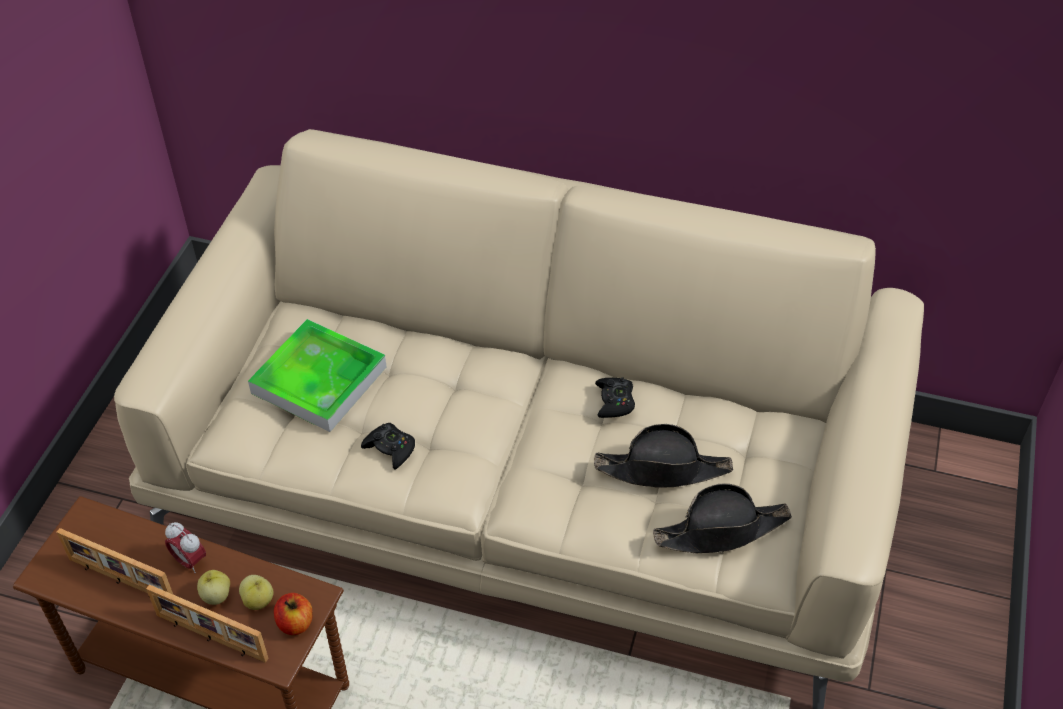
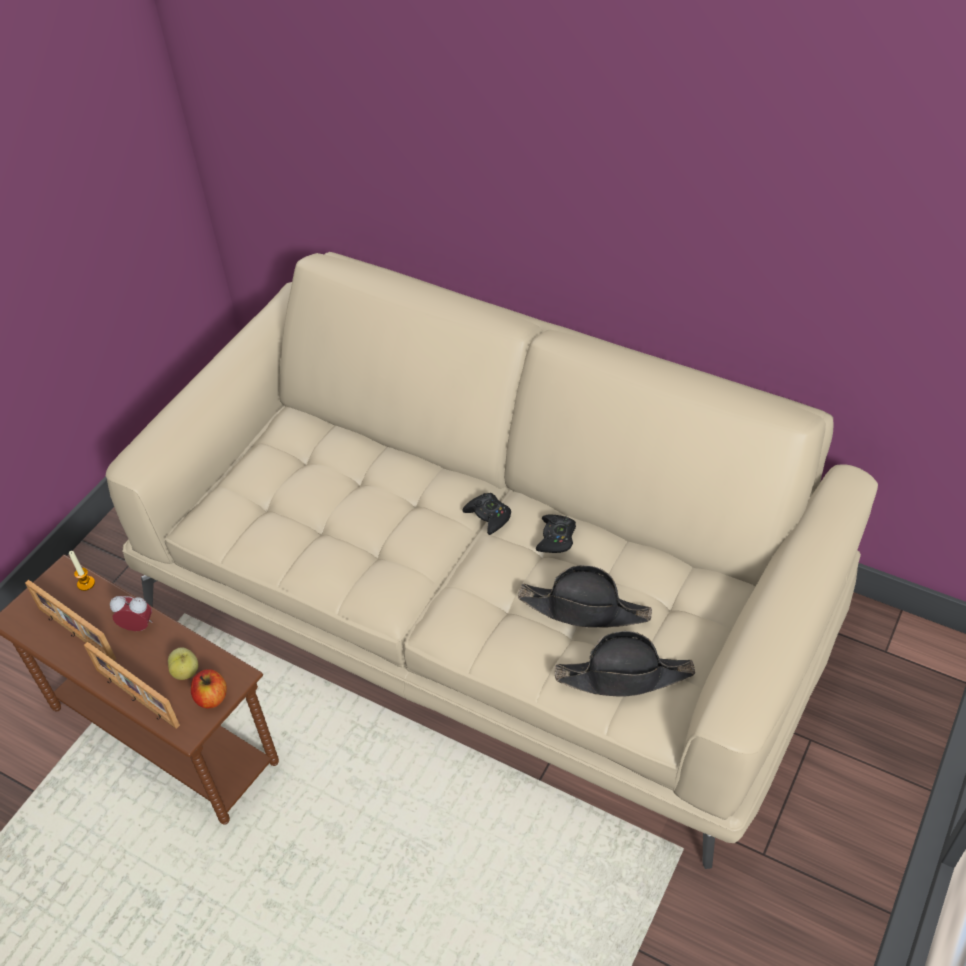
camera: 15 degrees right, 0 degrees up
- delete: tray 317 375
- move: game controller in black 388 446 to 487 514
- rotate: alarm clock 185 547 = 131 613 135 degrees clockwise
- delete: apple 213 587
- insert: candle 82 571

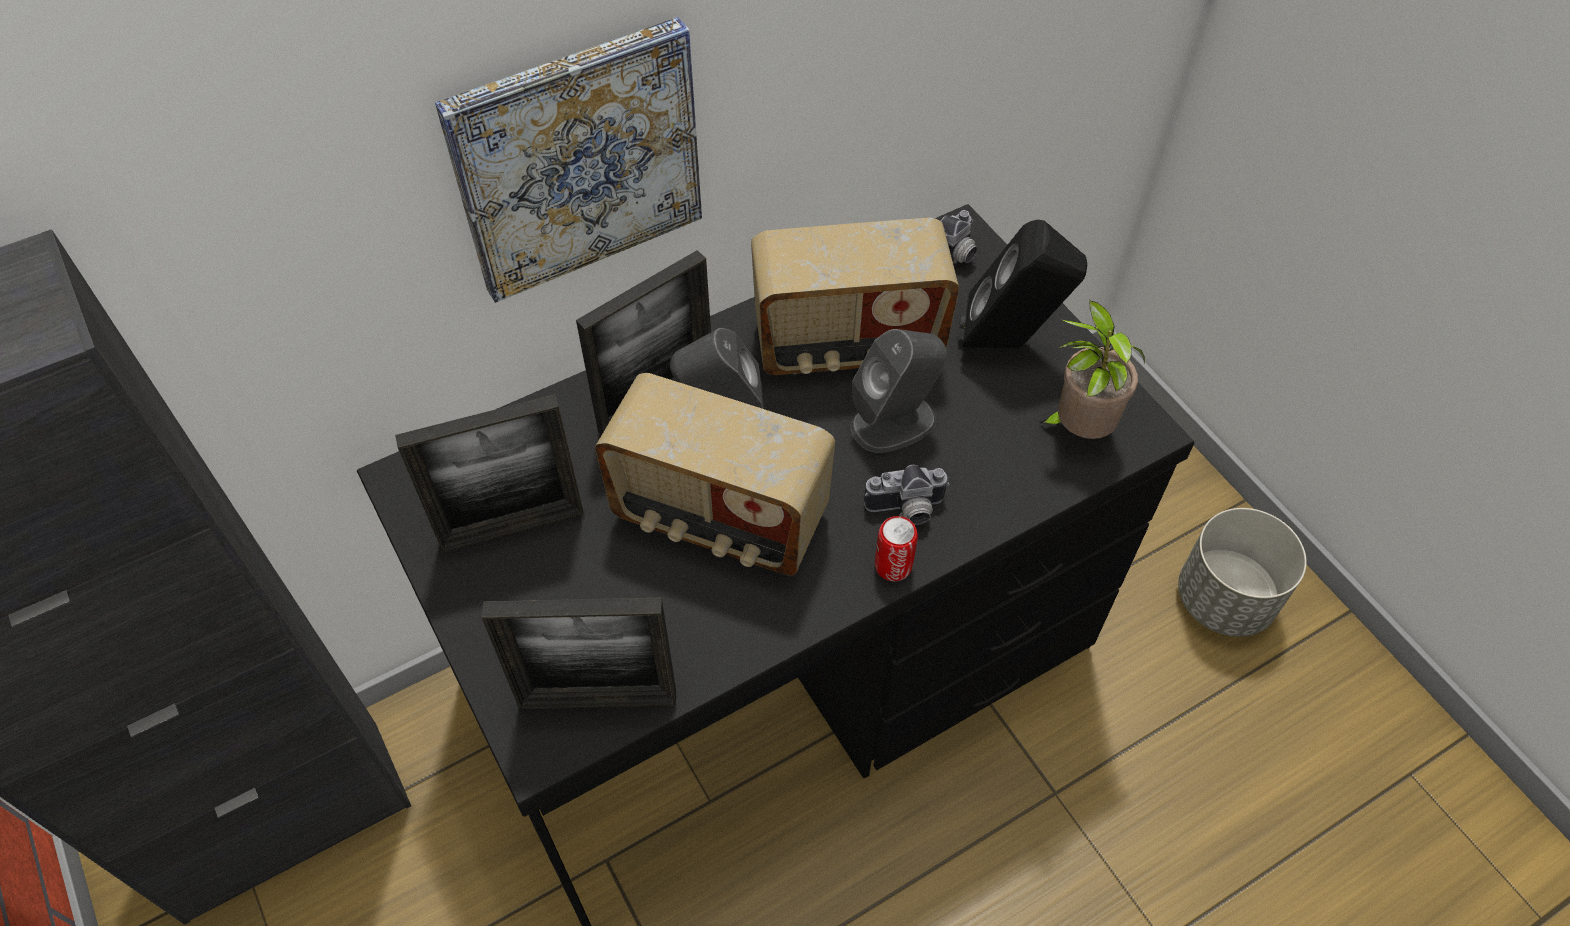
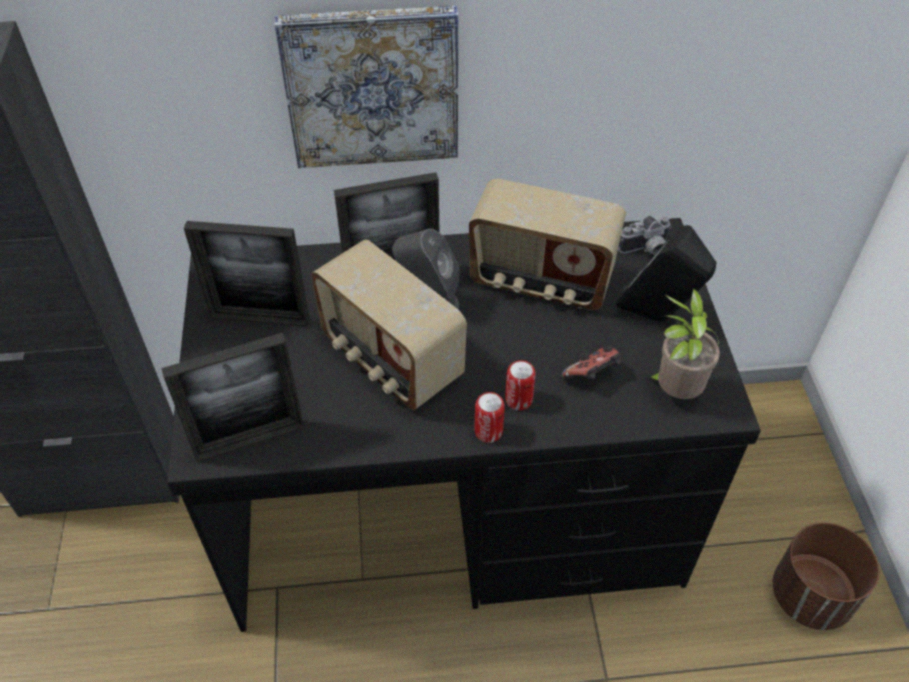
camera: 25 degrees right, 5 degrees down
- delete: speaker in grey 899 391
- replace: photo camera 907 495 to can 520 385
- recolor: planter in grey 1242 572 to planter in brown 826 576
- rotate: picture frame 578 653 = 232 397 45 degrees counterclockwise
- insert: game controller 591 363

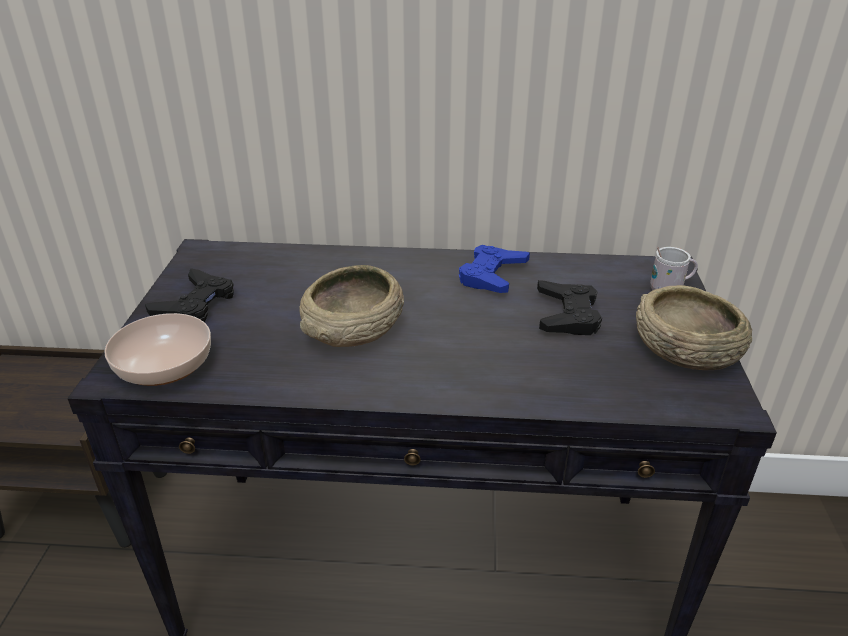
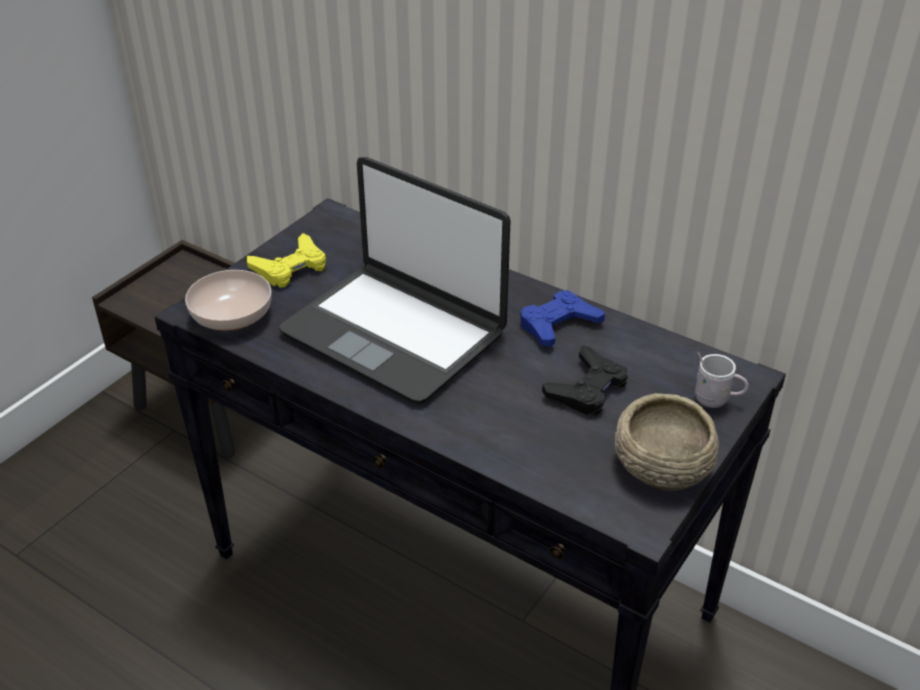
camera: 30 degrees right, 5 degrees up
- replace: bowl in beige 351 306 to laptop 395 280
- recolor: game controller in black 189 295 to game controller in yellow 286 260

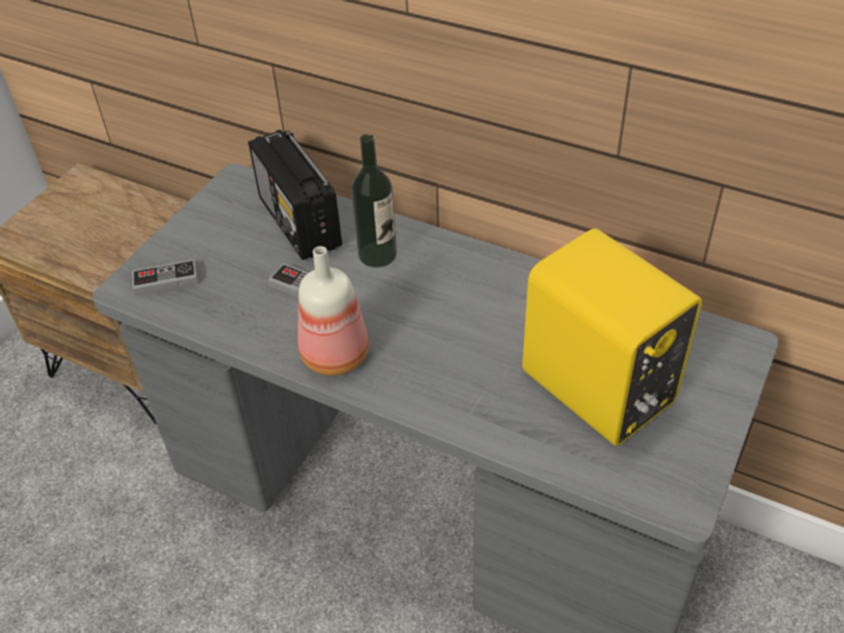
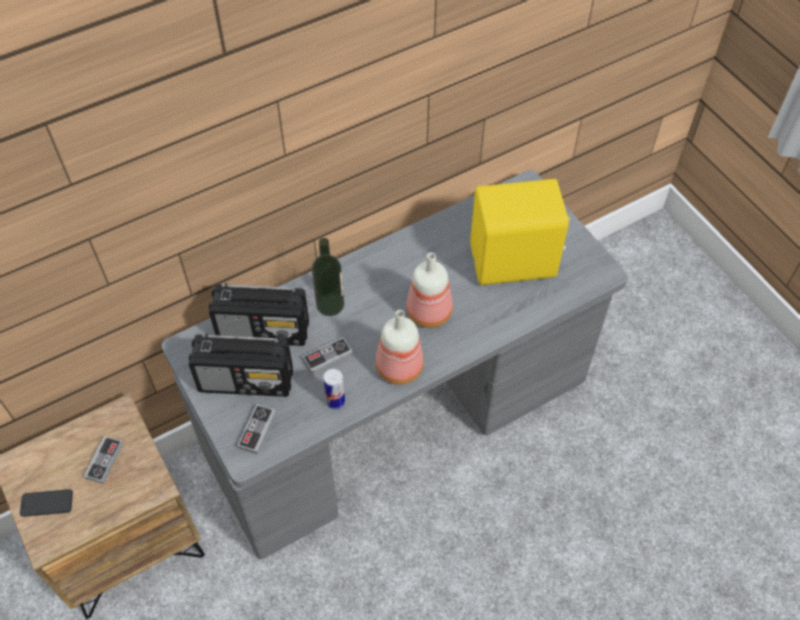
camera: 60 degrees left, 10 degrees up
- insert: bottle 429 290
- insert: radio 241 365
- insert: can 334 389
- insert: game controller 103 460
- insert: phone 46 503

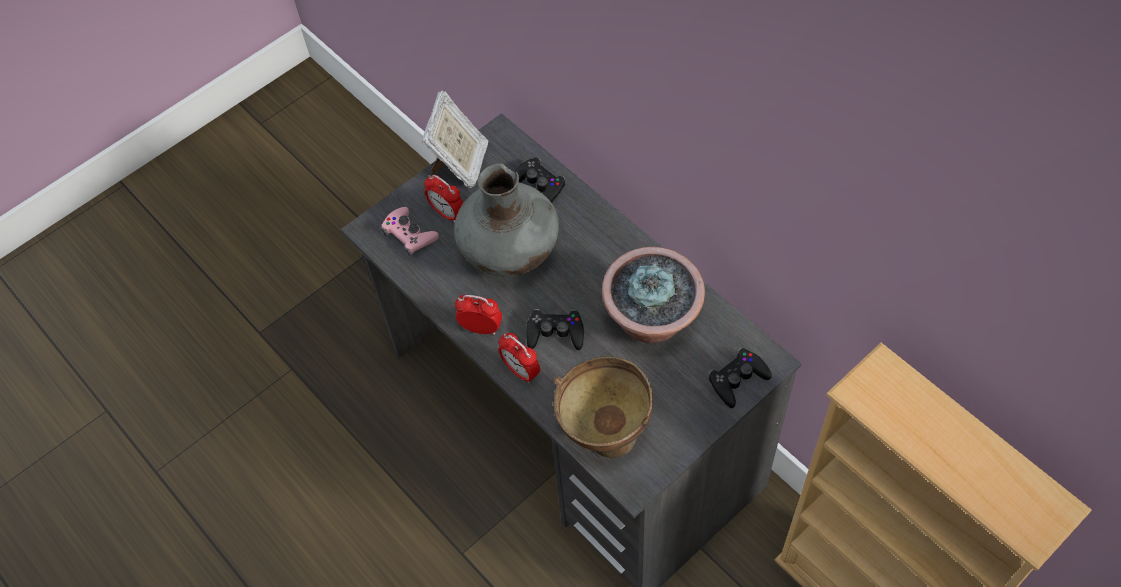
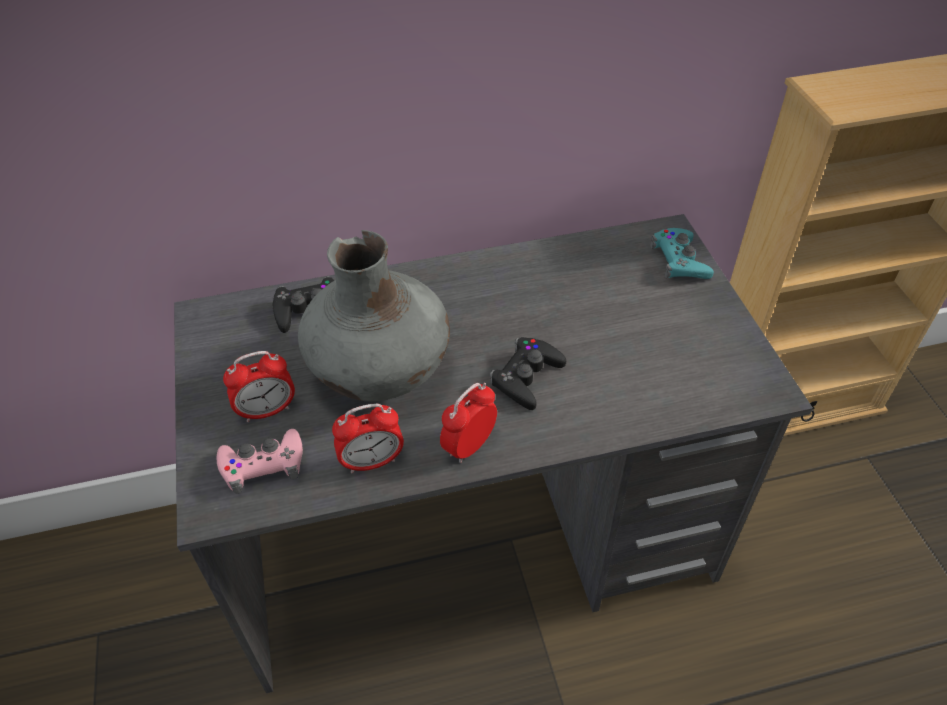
camera: 65 degrees left, 10 degrees down
- delete: picture frame 455 139
- delete: potted plant 653 294
- move: alarm clock 519 358 to 368 438
- recolor: game controller in black 740 378 to game controller in turquoise 682 253
- delete: bowl in brown 603 407

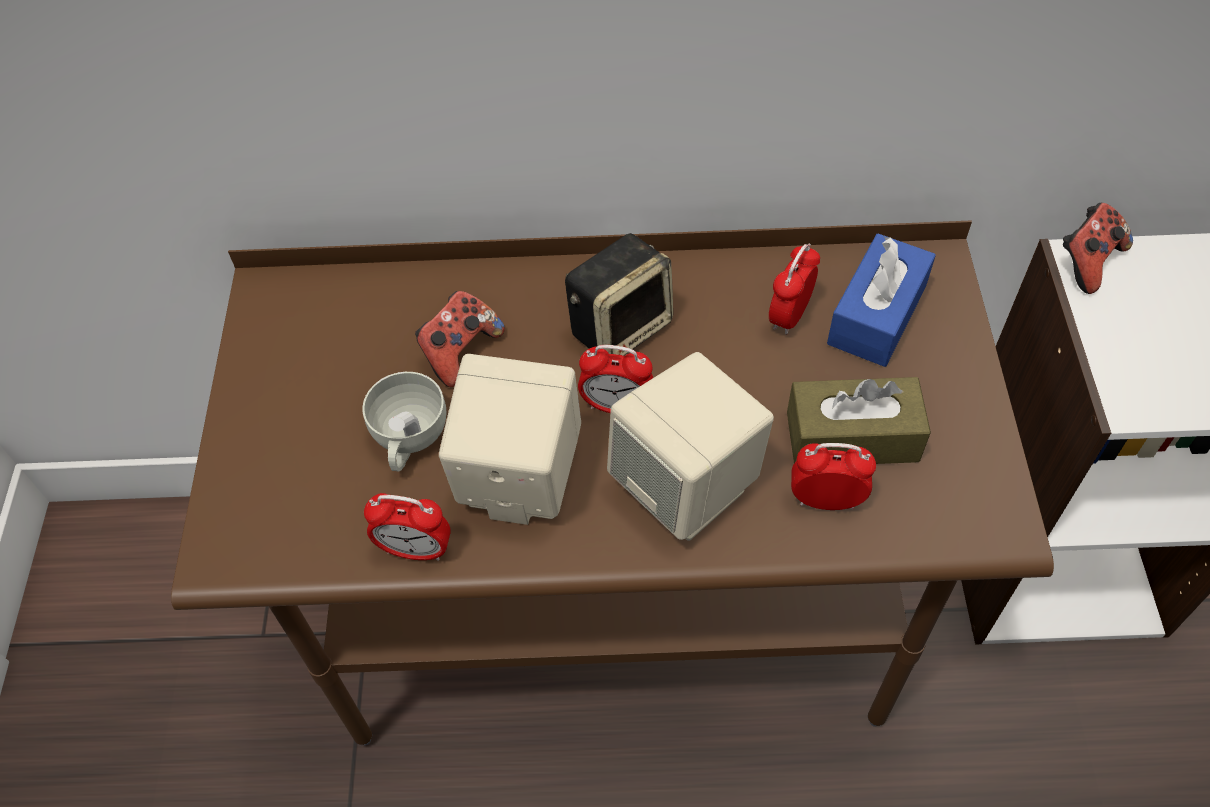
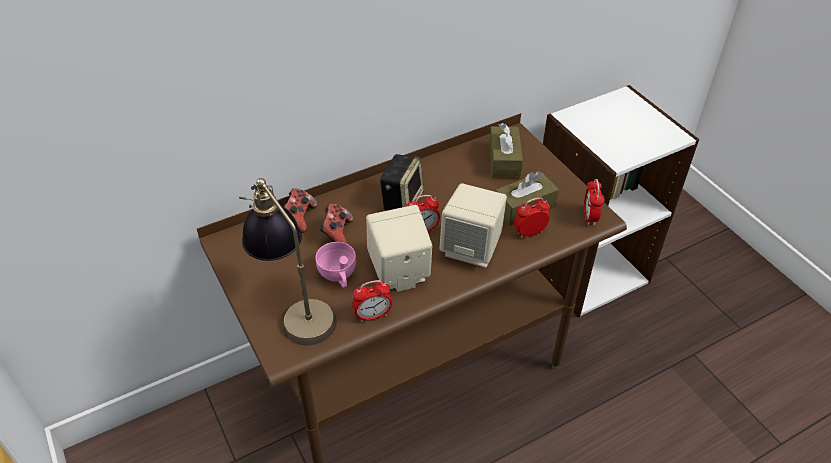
camera: 30 degrees left, 10 degrees down
- move: game controller 1098 248 to 300 210
- recolor: tissue box in blue 881 300 to tissue box in brown 506 150
- move: alarm clock 794 289 to 594 202
- recolor: cup in white 404 421 to cup in pink 335 265
- insert: table lamp 288 261

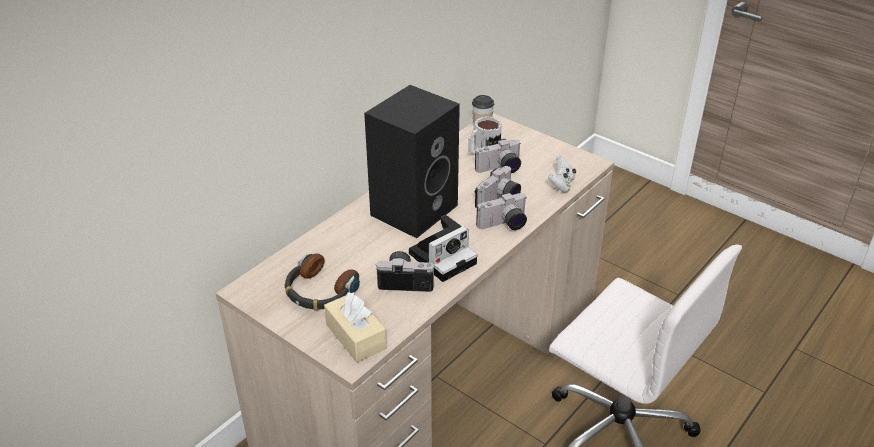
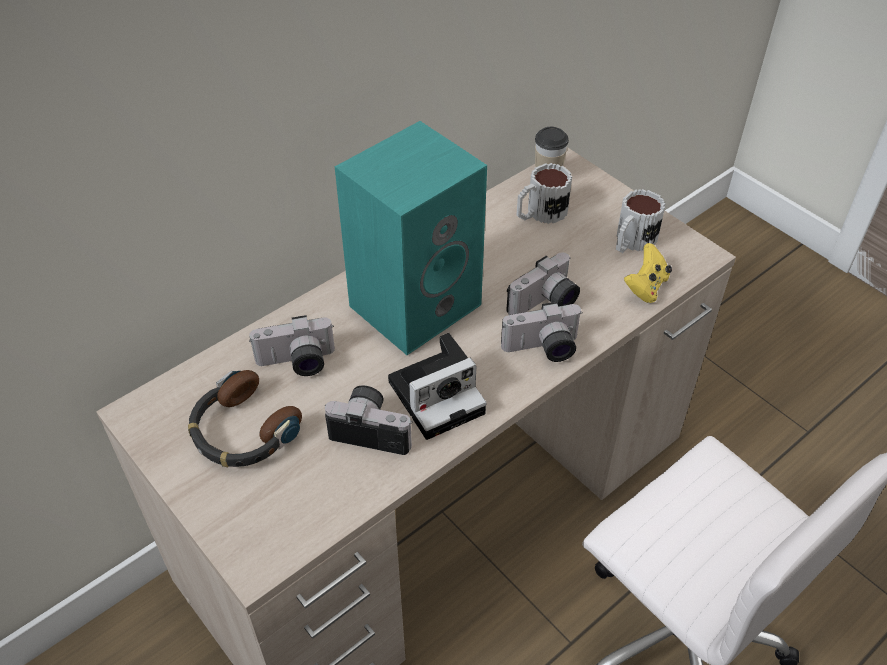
camera: 10 degrees right, 10 degrees up
- recolor: speaker in black 412 161 to speaker in turquoise 411 238
- move: photo camera 498 156 to 292 345
- recolor: game controller in white 562 174 to game controller in yellow 648 273
- delete: tissue box in beige 355 327
- insert: mug 640 221

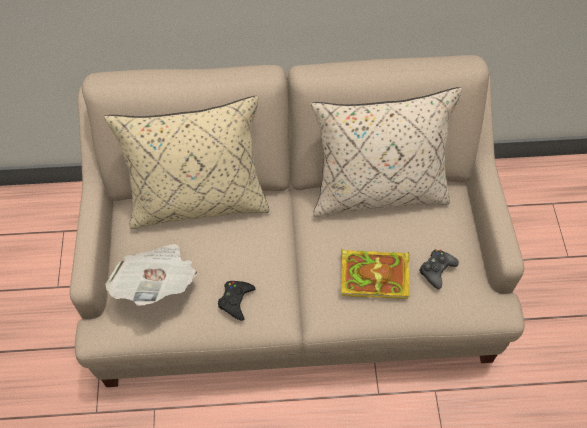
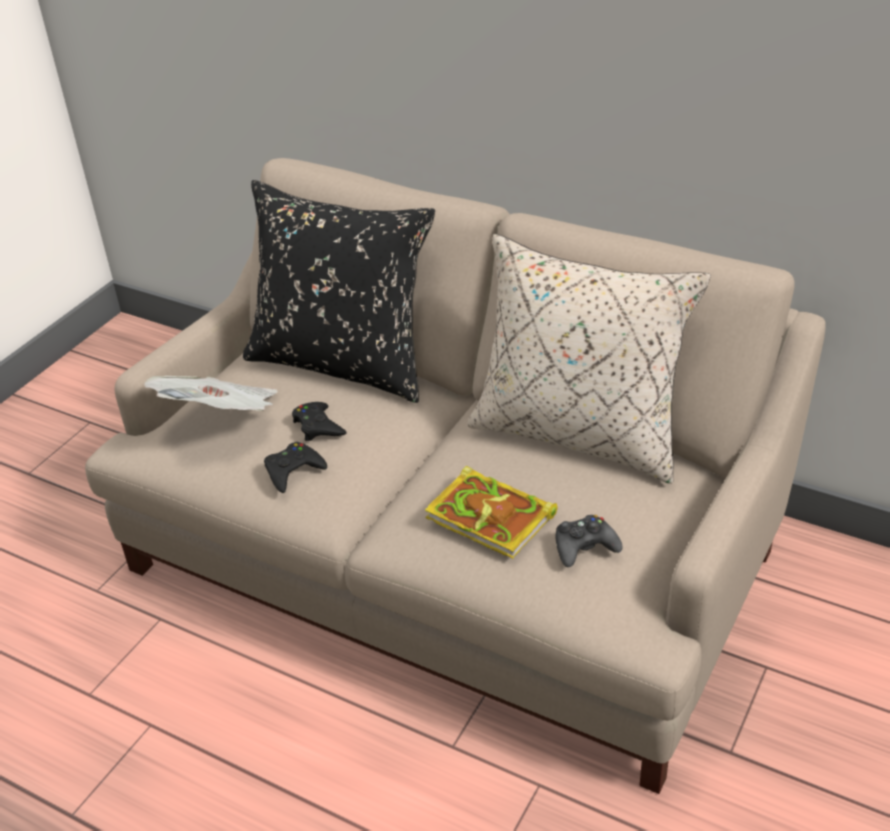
camera: 35 degrees right, 20 degrees down
- recolor: pillow in beige 187 162 to pillow in black 339 291
- insert: game controller in black 319 421

